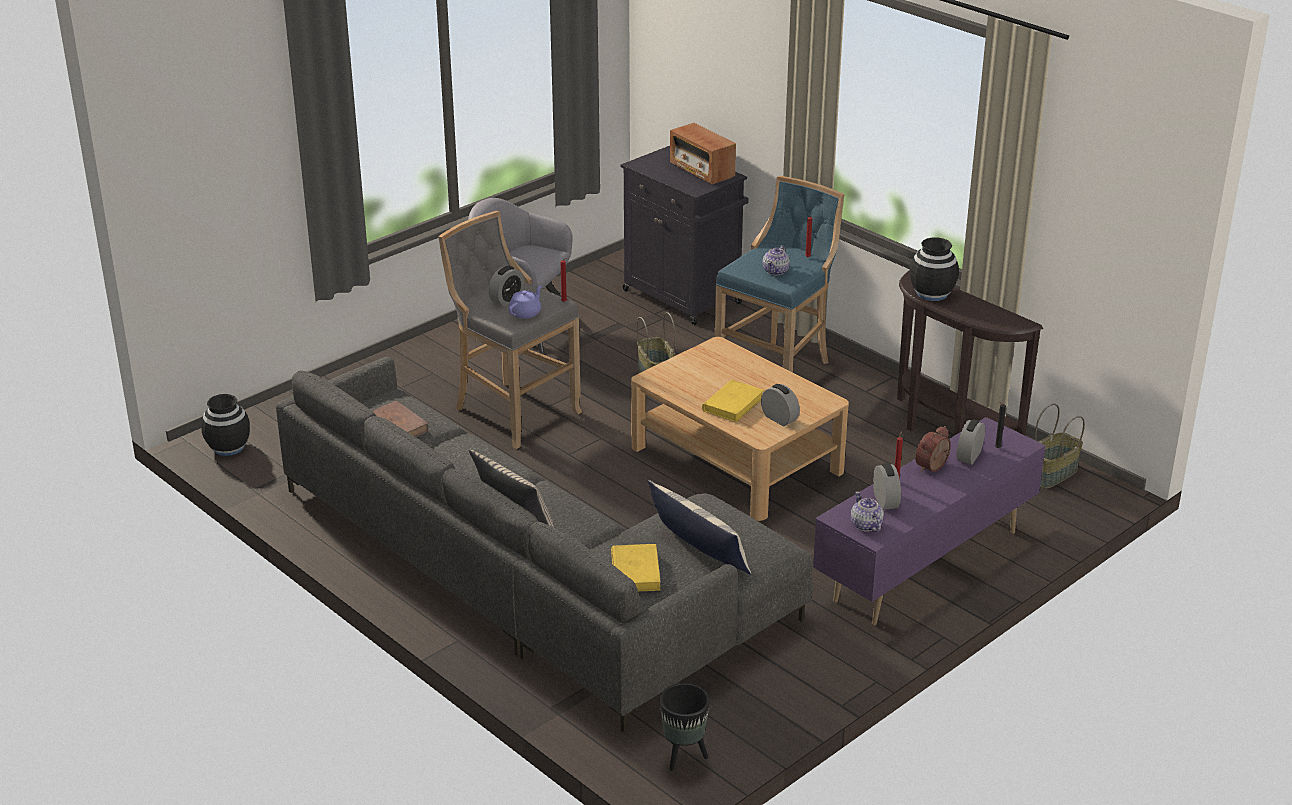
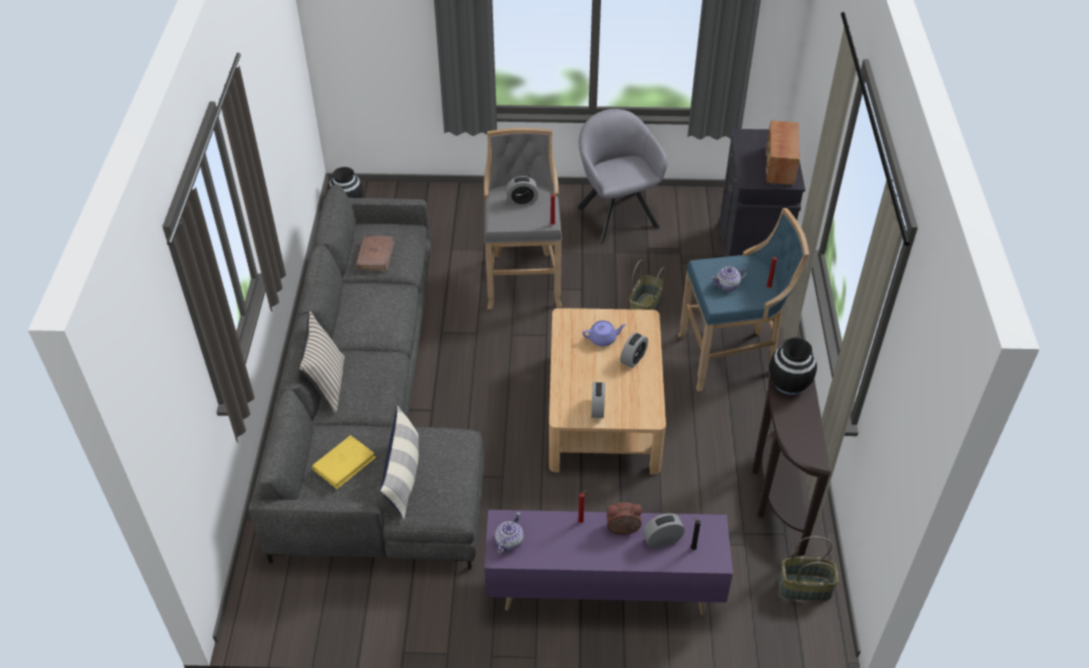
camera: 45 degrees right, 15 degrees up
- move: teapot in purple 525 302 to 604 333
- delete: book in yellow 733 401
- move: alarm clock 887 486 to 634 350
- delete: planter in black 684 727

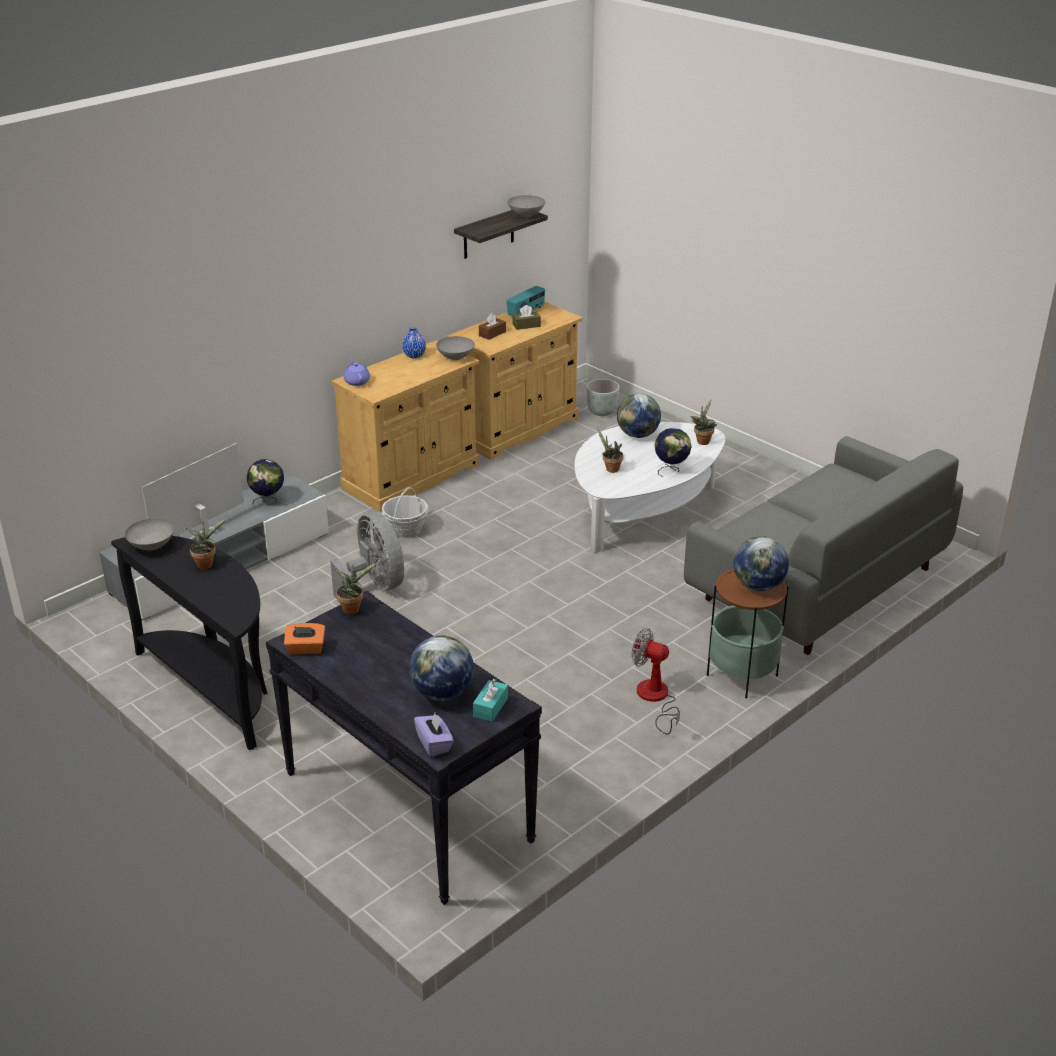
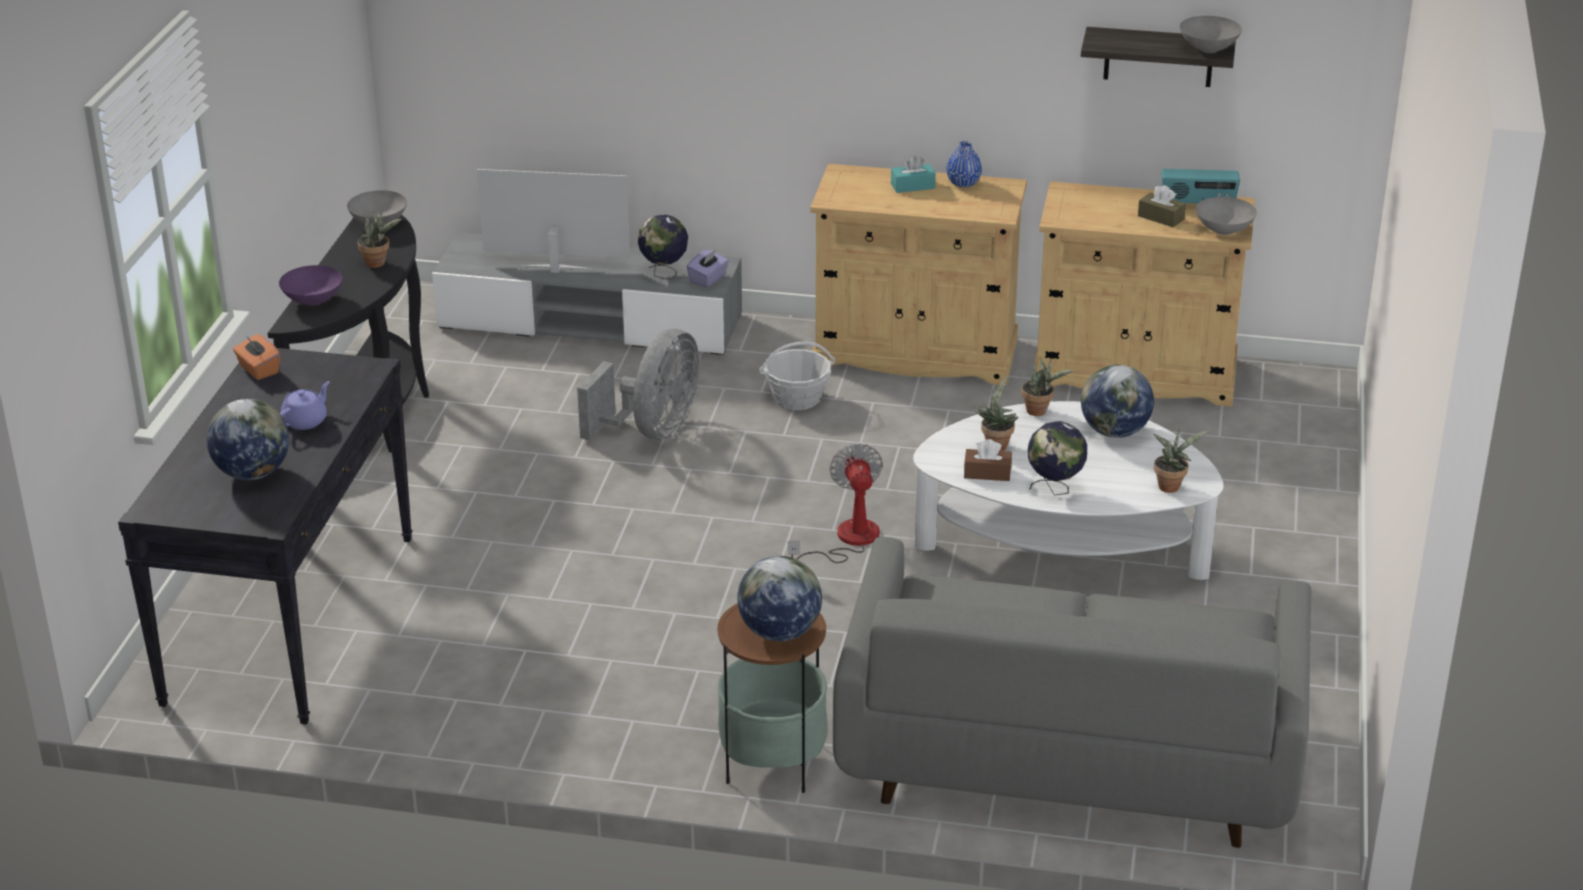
camera: 55 degrees right, 0 degrees up
- move: tissue box in brown 492 326 to 988 460
- move: bowl in grey 455 348 to 1226 216
- move: teapot in purple 357 372 to 305 405
- delete: planter in grey 603 397
- move: potted plant 356 589 to 1047 386
- move: fan 656 681 to 835 503
- move: tissue box in turquoise 490 700 to 913 174
- move: tissue box in purple 433 735 to 708 268
- insert: bowl in purple 310 285

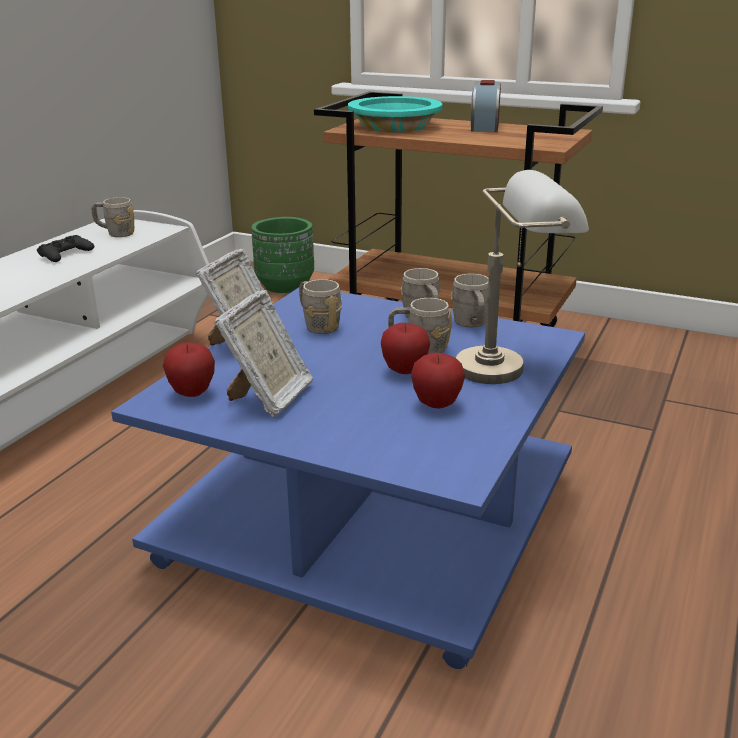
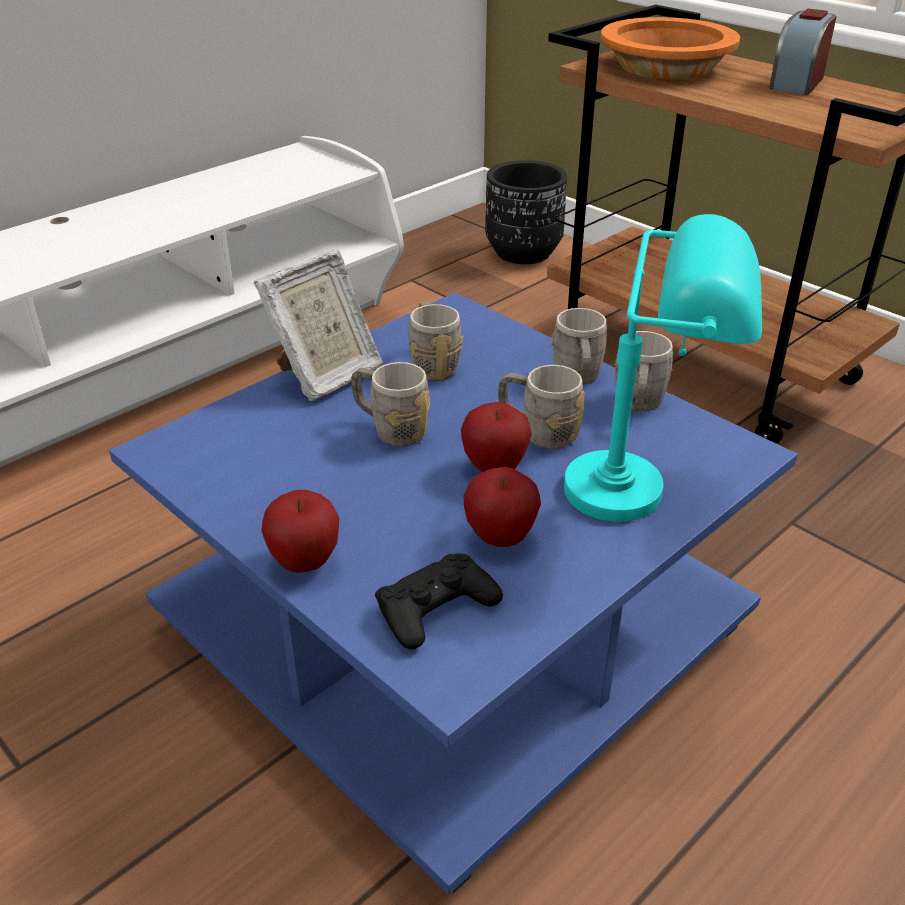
camera: 20 degrees right, 10 degrees up
- recolor: bowl in turquoise 395 114 to bowl in orange 670 48
- recolor: table lamp in grey 522 277 to table lamp in turquoise 663 368
- move: mug in grey 113 217 to 390 404
- recolor: planter in green 282 255 to planter in black 526 212
- move: game controller in black 65 248 to 439 601
- delete: picture frame 263 353
- move: apple 189 369 to 300 531

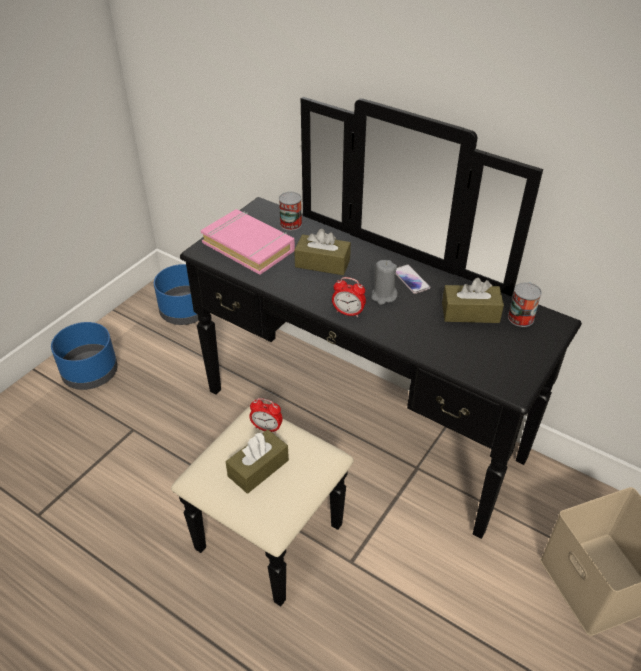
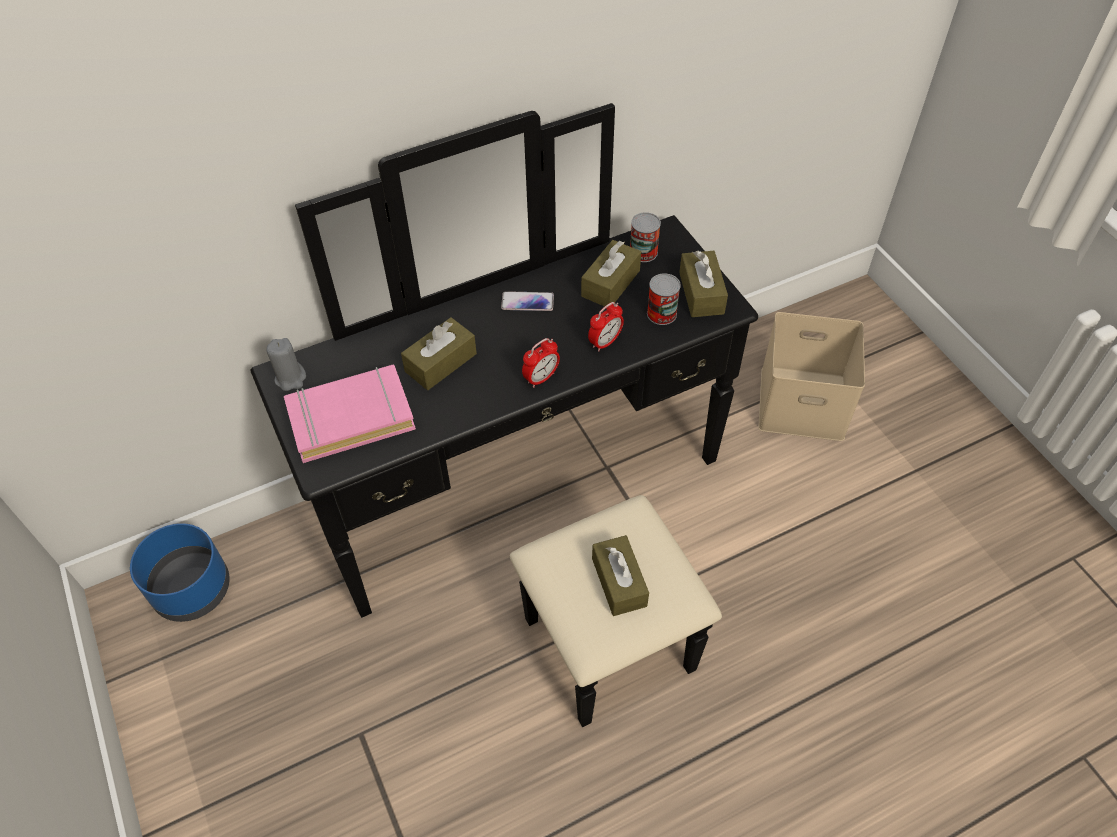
camera: 60 degrees left, 10 degrees up
- move: can 290 211 to 664 299
- move: candle in grey 384 282 to 286 364
- delete: planter in blue 84 356
- move: alarm clock 266 415 to 606 327
- insert: tissue box in brown 703 284

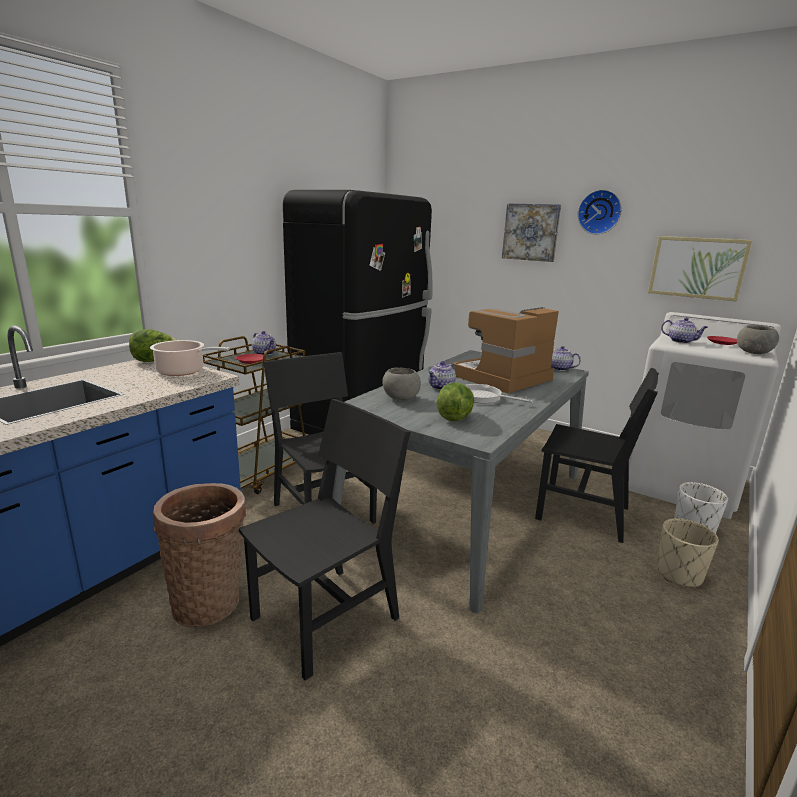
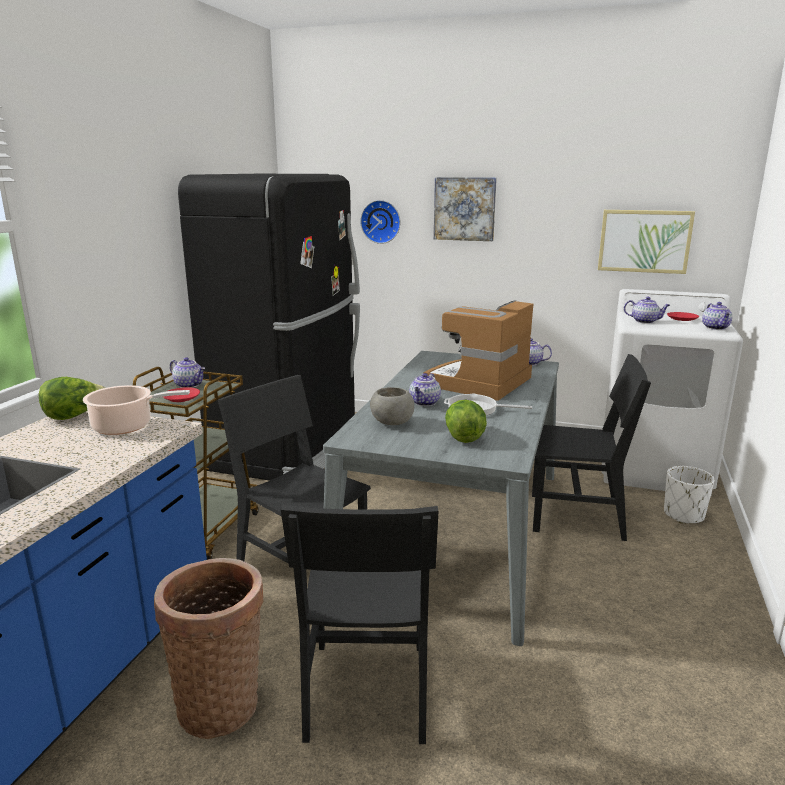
camera: 15 degrees left, 0 degrees up
- move: wall clock 599 211 to 380 222
- replace: bowl in grey 758 339 to teapot 717 316
- rotate: chair in black 325 539 = 360 624 150 degrees clockwise
- delete: planter in beige 688 552

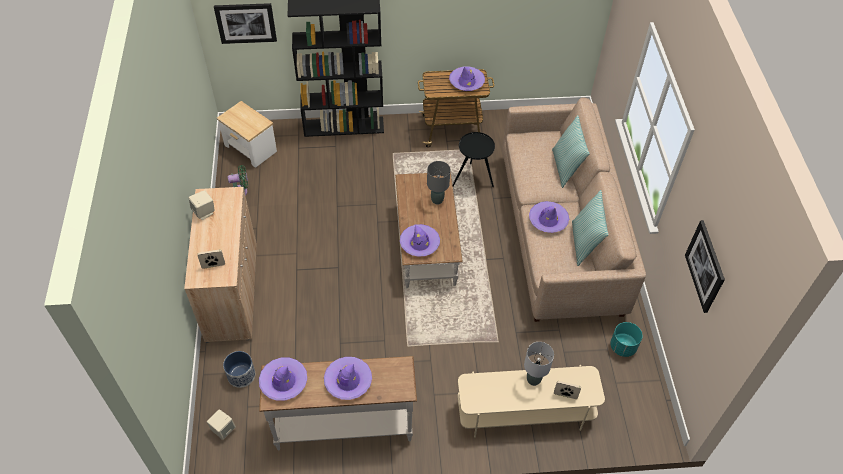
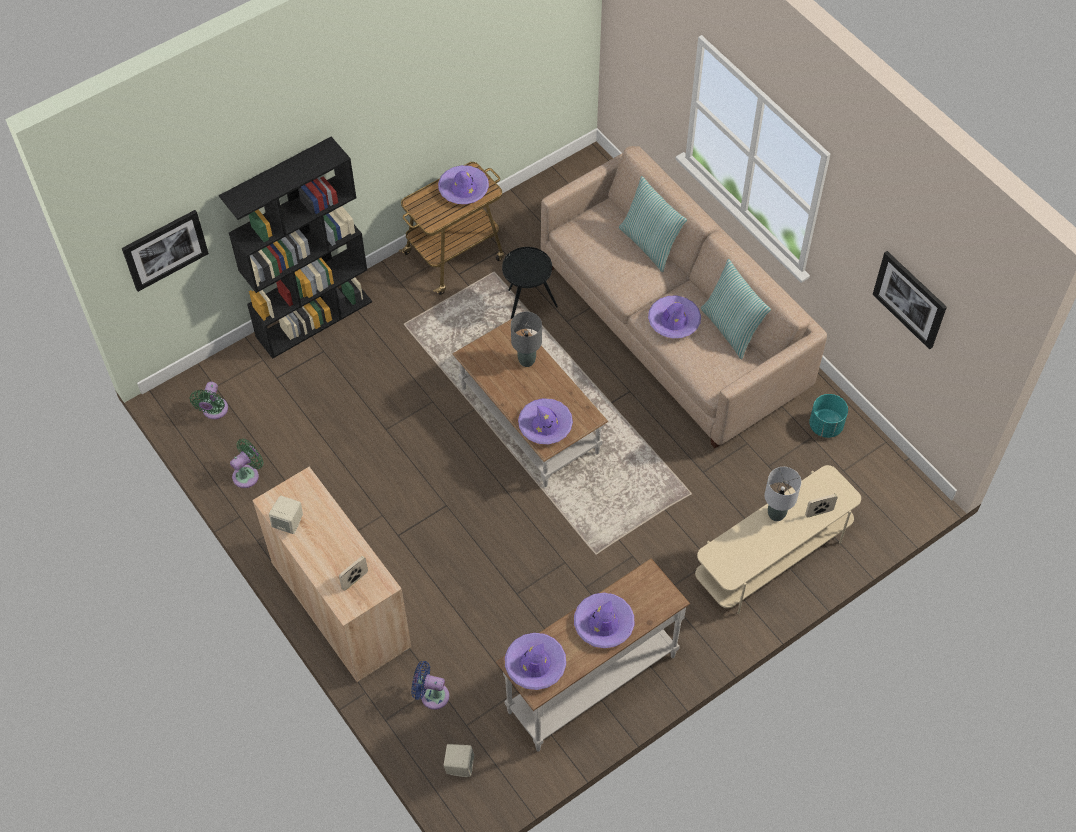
camera: 30 degrees left, 5 degrees up
- replace: side table 247 134 to fan in green 208 400
- replace: planter 239 369 to fan in blue 430 685

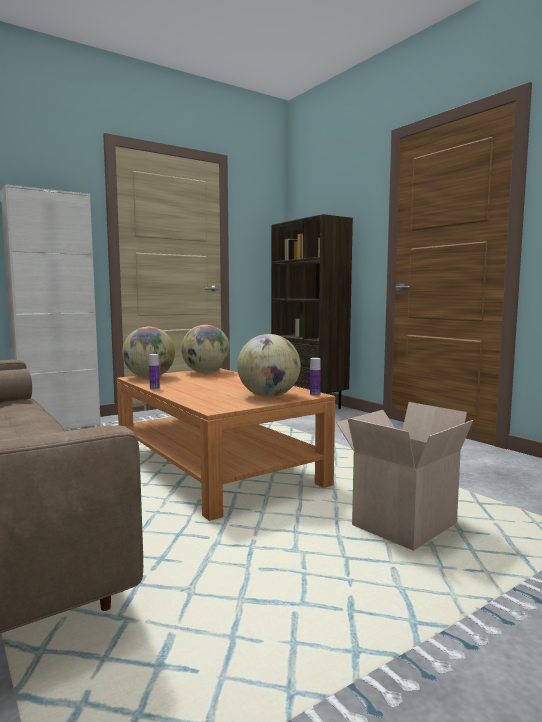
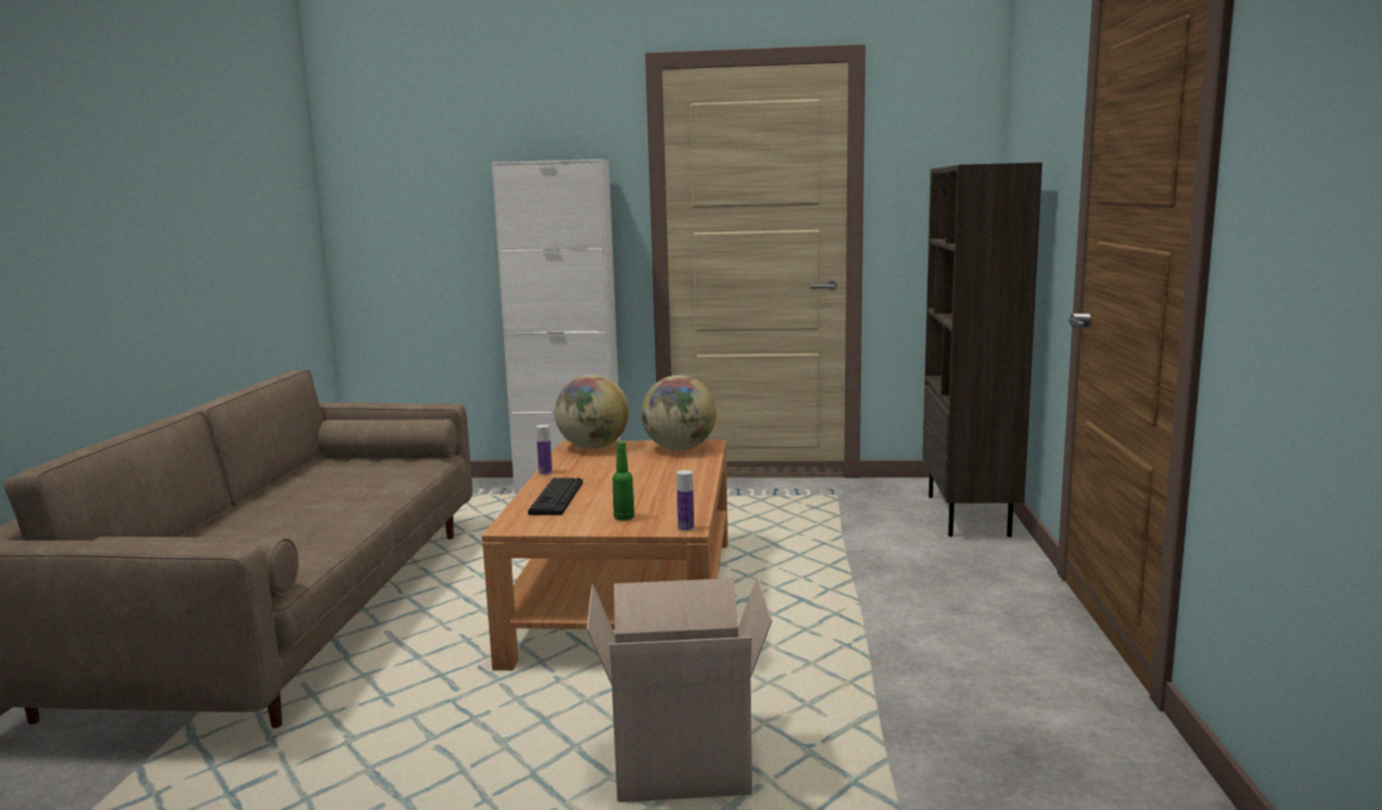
camera: 40 degrees right, 5 degrees up
- replace: globe 269 365 to bottle in green 623 481
- insert: keyboard 555 496

